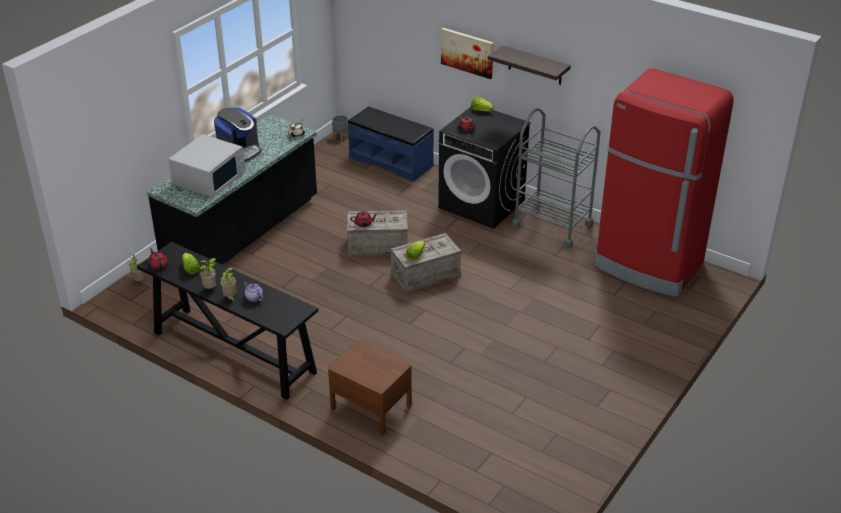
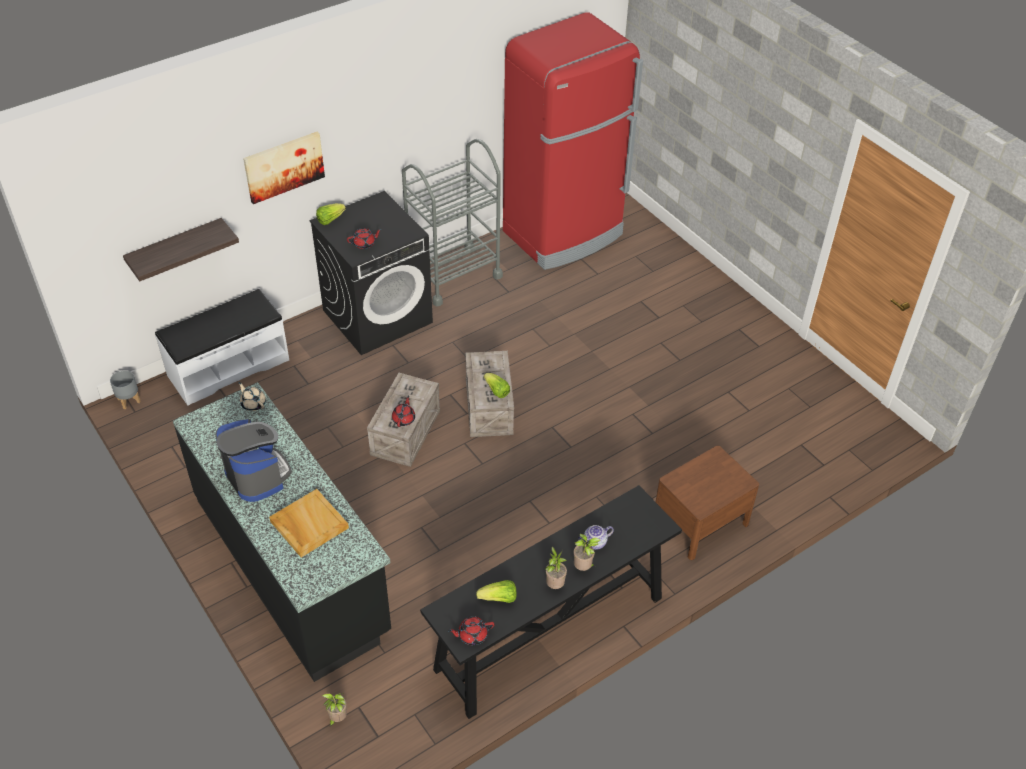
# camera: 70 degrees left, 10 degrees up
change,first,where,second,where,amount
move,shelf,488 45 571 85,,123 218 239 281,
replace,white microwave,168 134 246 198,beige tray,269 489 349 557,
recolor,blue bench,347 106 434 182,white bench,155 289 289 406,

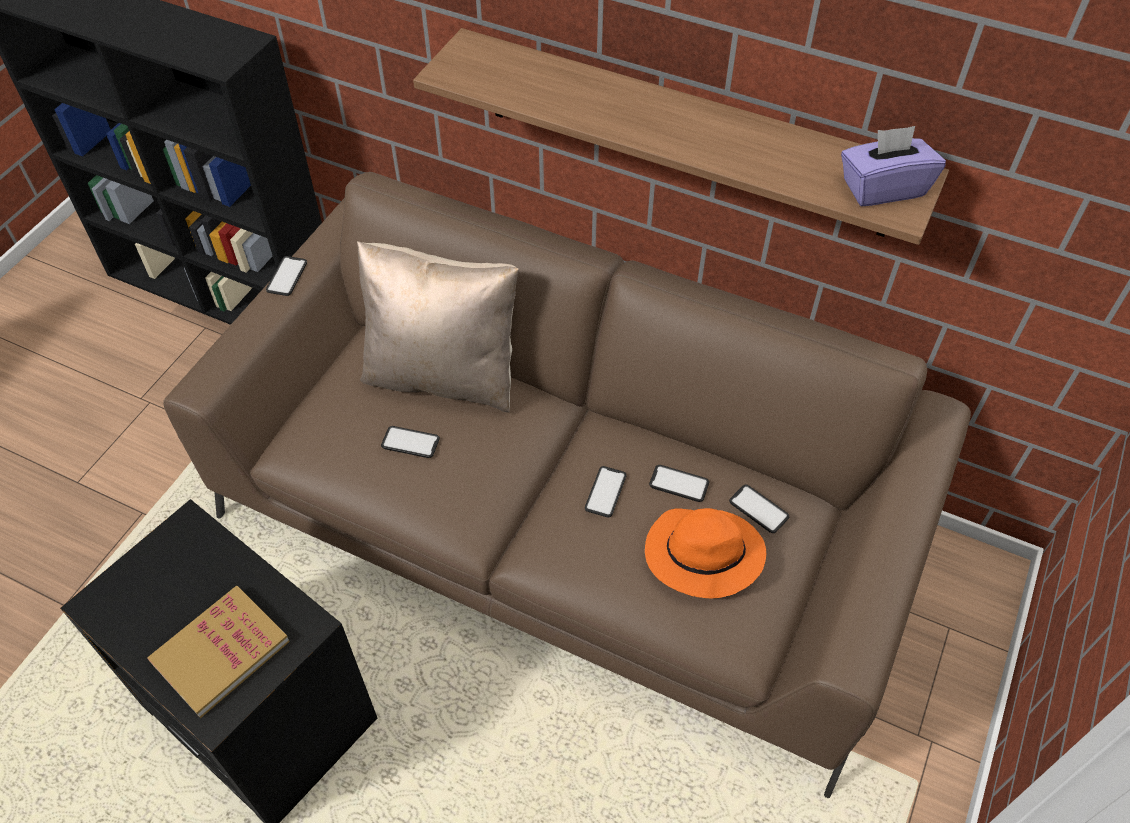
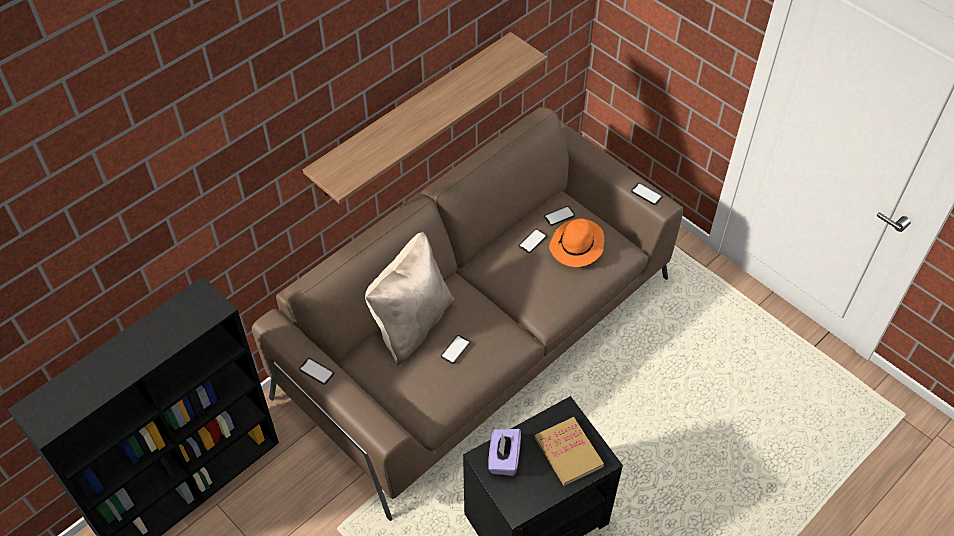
# camera: 70 degrees left, 0 degrees up
change,first,where,second,where,amount
move,phone,585 466 626 518,,631 183 663 205,
move,purple tissue box,841 126 946 206,,488 429 521 476,

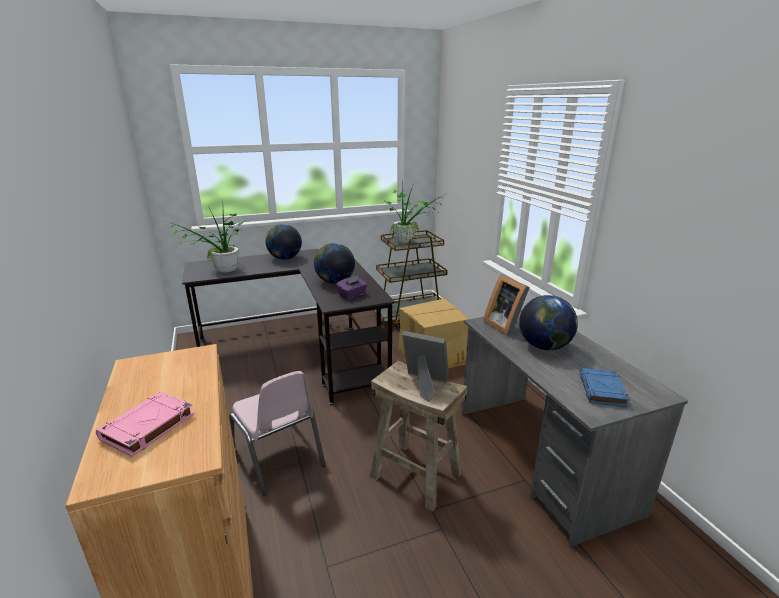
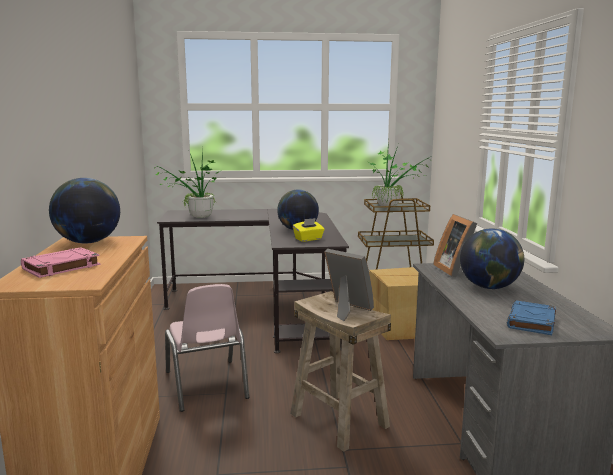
# camera: 15 degrees right, 10 degrees down
change,first,where,second,where,amount
move,globe,266 224 302 260,,49 178 120 244,
recolor,purple tissue box,336 275 367 299,yellow tissue box,293 218 325 242,

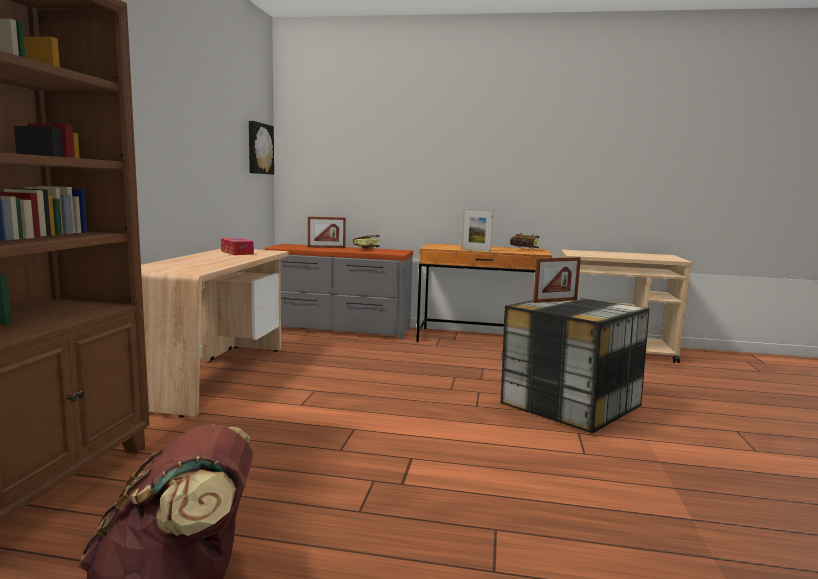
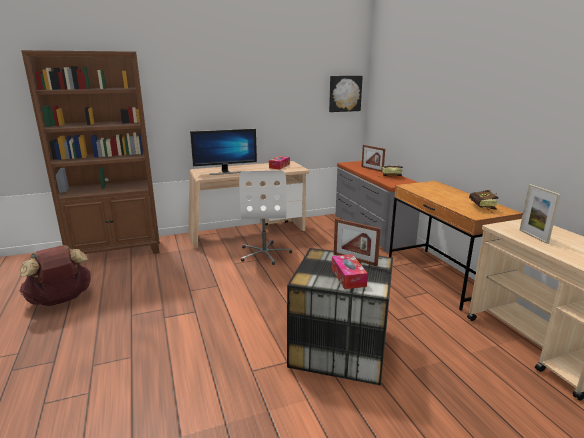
# camera: 60 degrees right, 10 degrees up
change,first,where,second,where,amount
insert,,,monitor,190 128 257 175,
insert,,,white office chair,239 170 292 265,
insert,,,tissue box,331 254 368 289,
move,picture frame,461 209 493 252,,520 184 561 244,

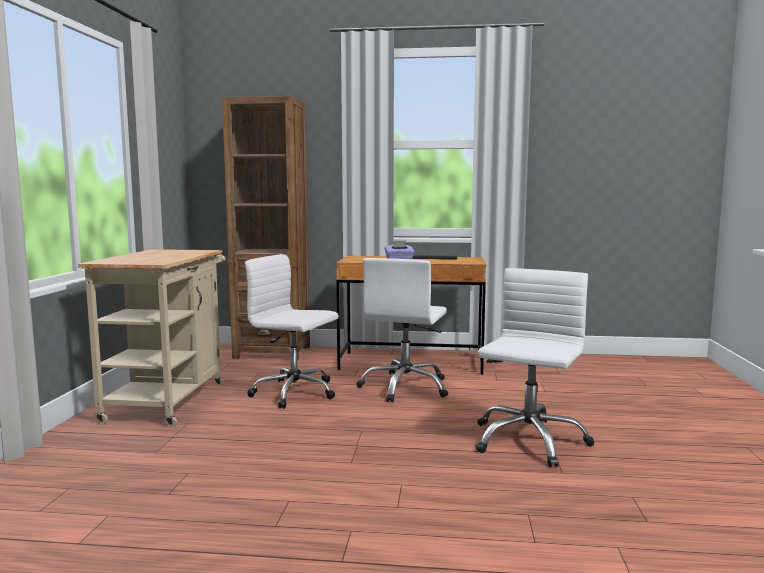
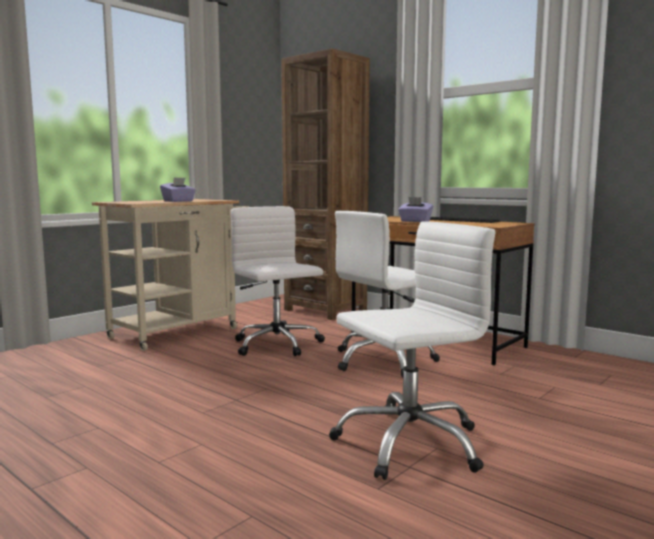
# camera: 35 degrees right, 0 degrees up
change,first,where,second,where,amount
insert,,,purple tissue box,160 177 196 202,

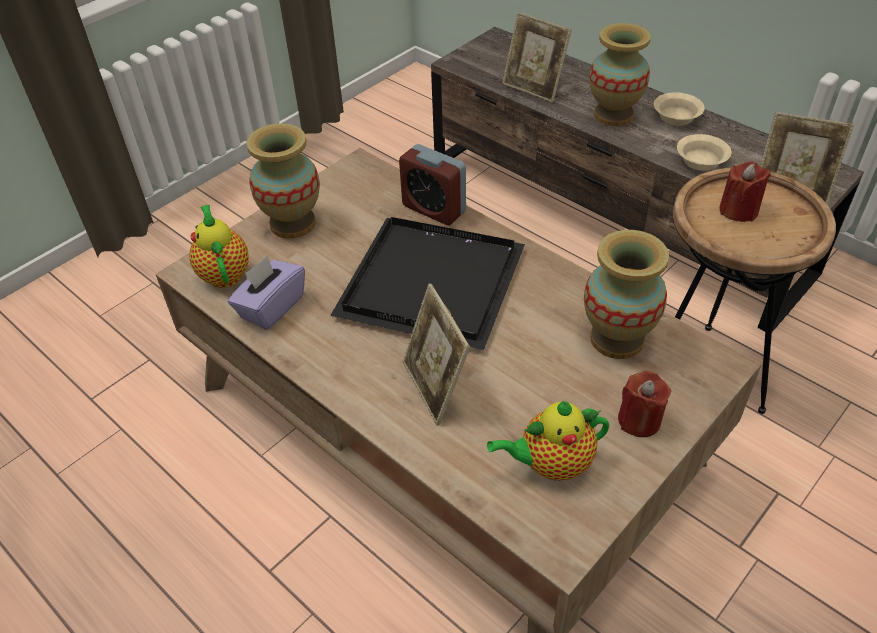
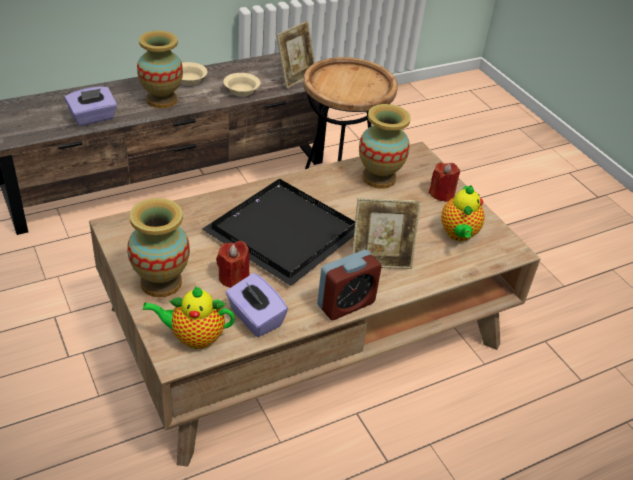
# camera: 75 degrees left, 5 degrees down
change,first,where,second,where,amount
move,alarm clock,399 144 466 225,,317 250 382 320,
move,red candle,719 161 771 222,,216 241 250 288,
replace,picture frame,502 12 572 103,purple tissue box,65 86 117 126,

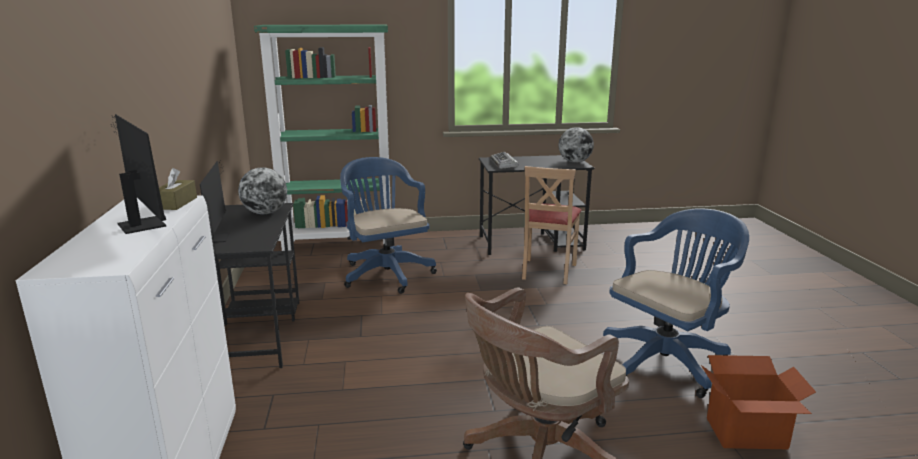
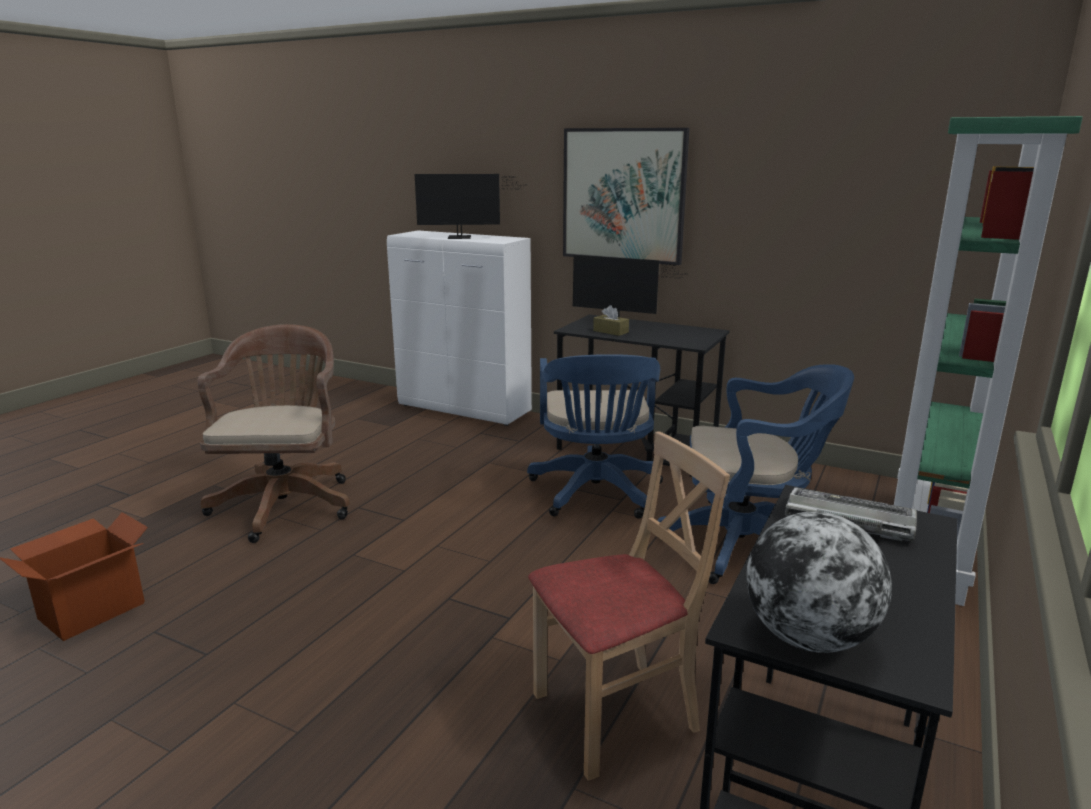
# camera: 125 degrees right, 0 degrees up
change,first,where,second,where,amount
delete,globe,238 167 287 214,,,
insert,,,picture,563 128 690 265,
move,brown tissue box,159 168 197 210,,593 305 629 336,
move,blue office chair,603 208 749 398,,527 354 663 519,
rotate,beige chair,522 166 581 284,,528 432 730 781,105 degrees clockwise

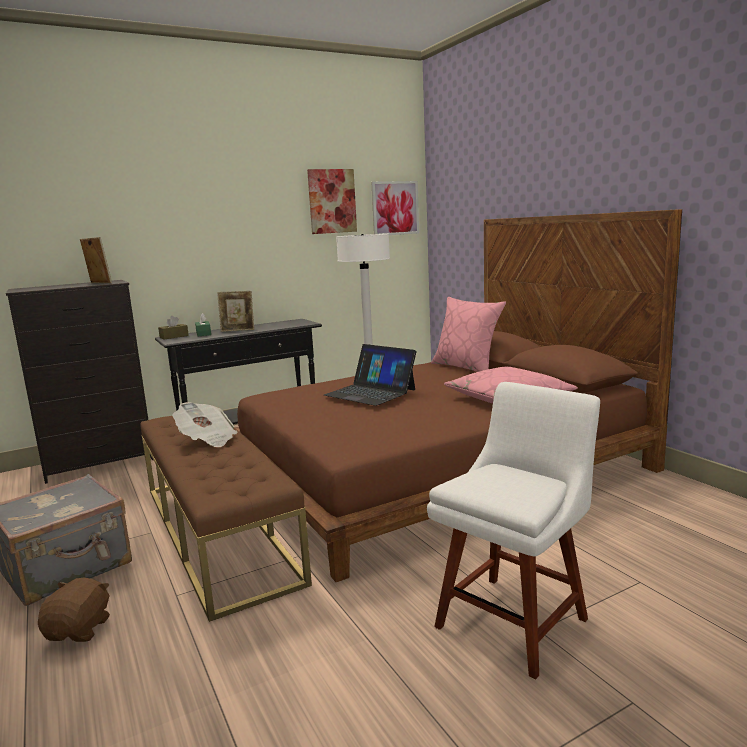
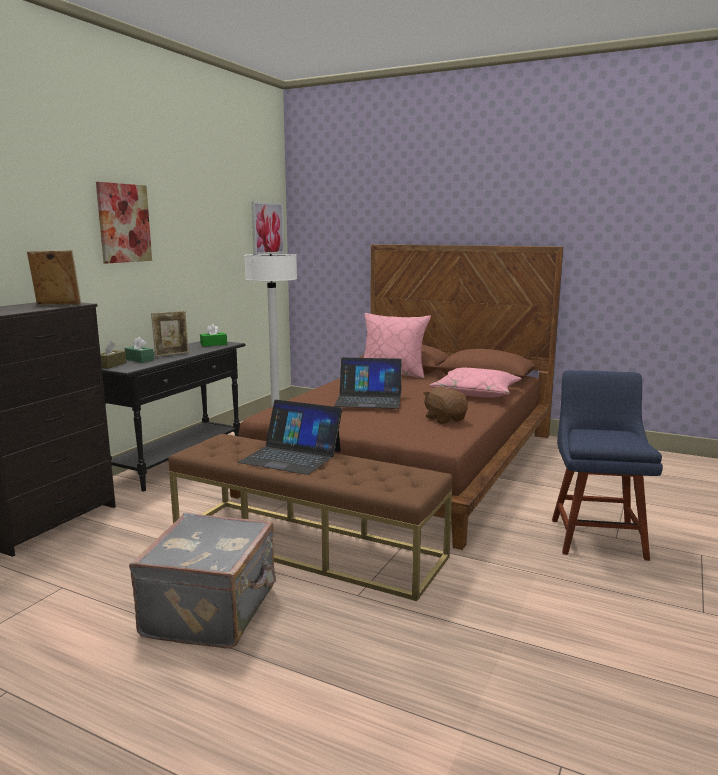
# camera: 35 degrees left, 0 degrees up
change,first,where,second,where,amount
insert,,,green tissue box,200 324 227 347,
move,brown plush toy,38 578 110 642,,423 387 468 424,
move,picture,307 169 357 234,,96 182 152 263,
replace,newspaper,172 402 237 447,laptop,238 400 342 475,
recolor,white chair,427 382 600 680,blue chair,552 370 663 561,

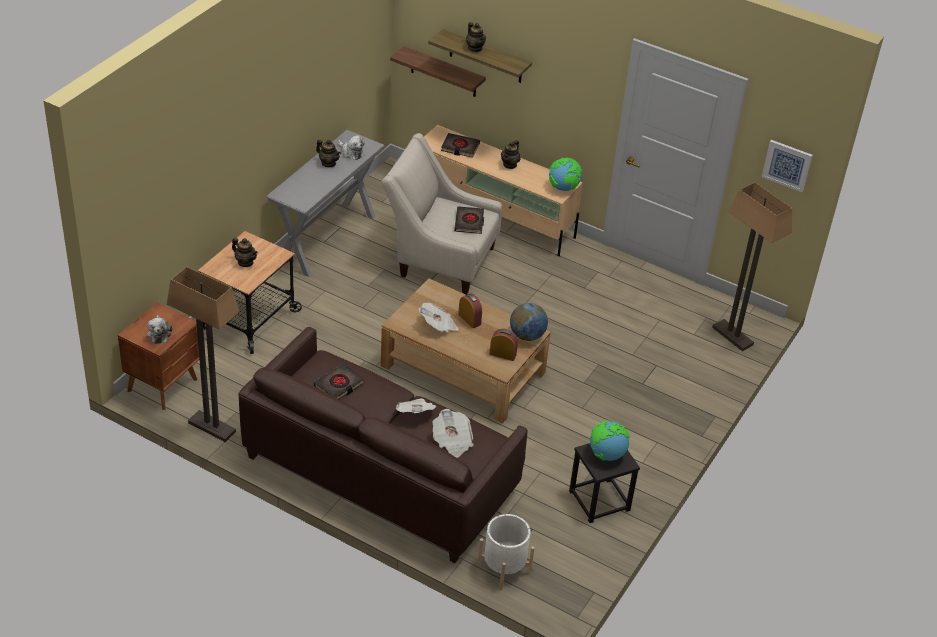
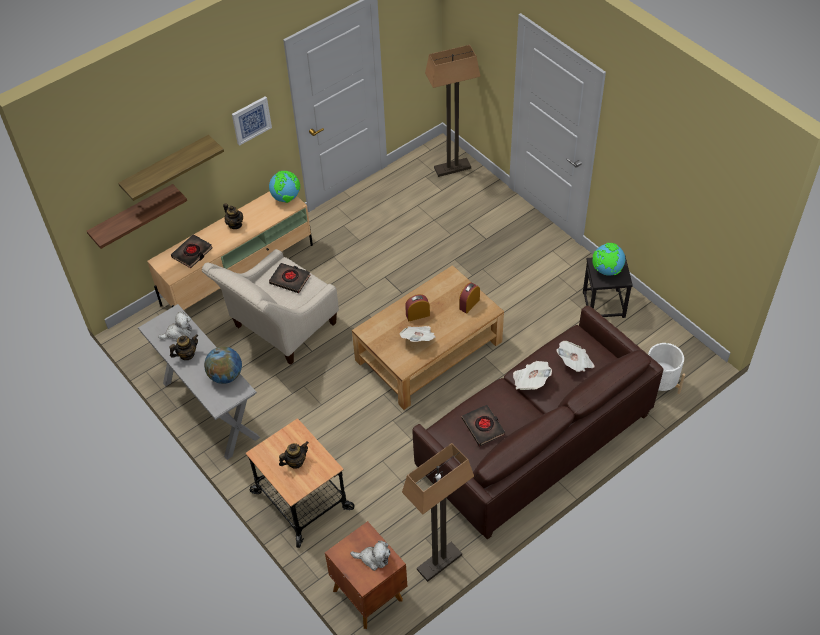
# camera: 65 degrees left, 10 degrees up
change,first,where,second,where,amount
delete,teapot,466 22 486 52,,,
move,globe,510 303 548 341,,204 346 242 384,
move,picture,762 140 813 192,,232 96 272 146,

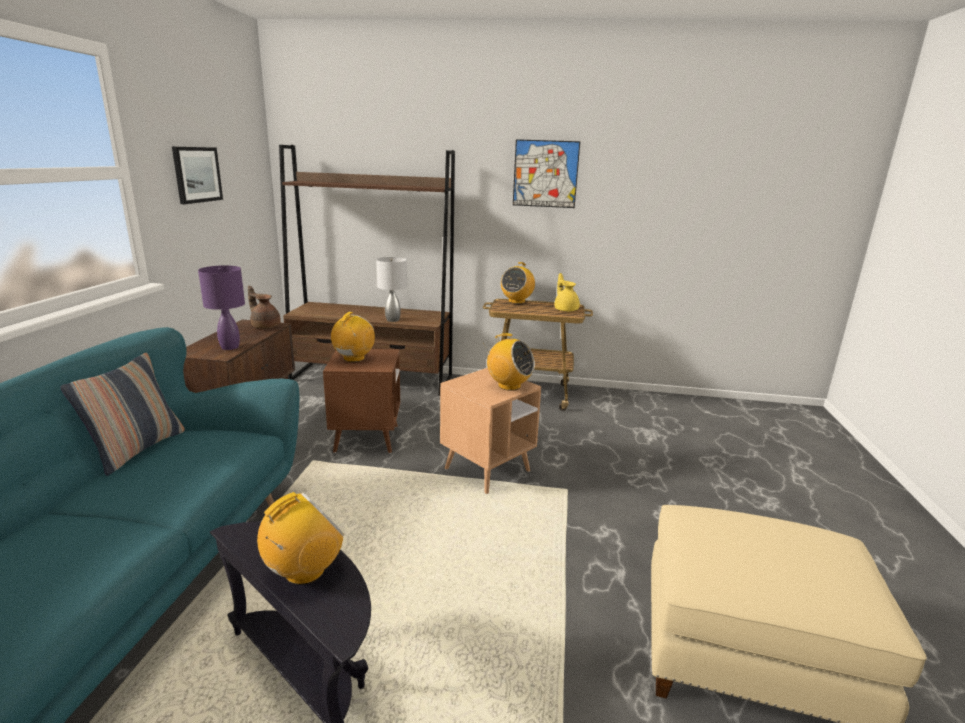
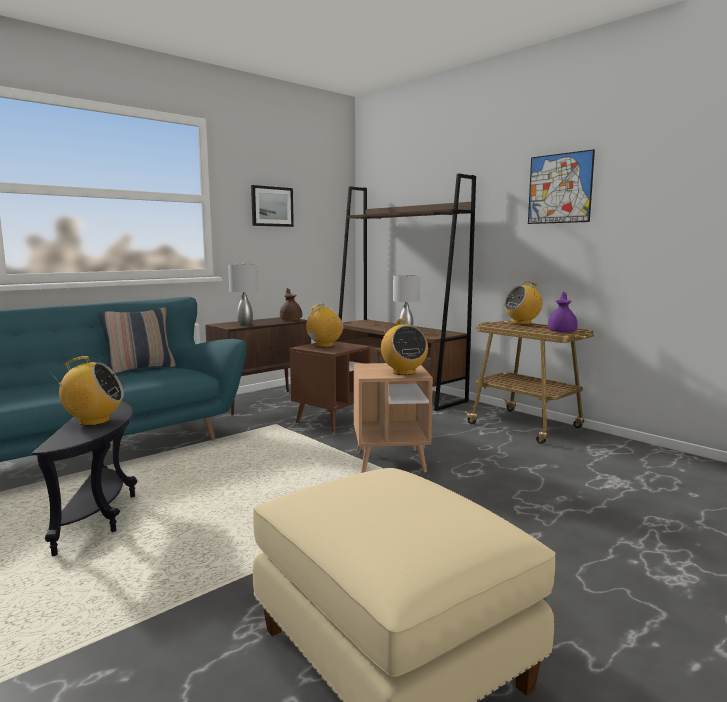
# camera: 40 degrees right, 10 degrees down
change,first,where,second,where,amount
recolor,purple table lamp,198 265 245 350,grey table lamp,228 263 259 326,
recolor,yellow teapot,554 273 580 312,purple teapot,548 292 578 332,

